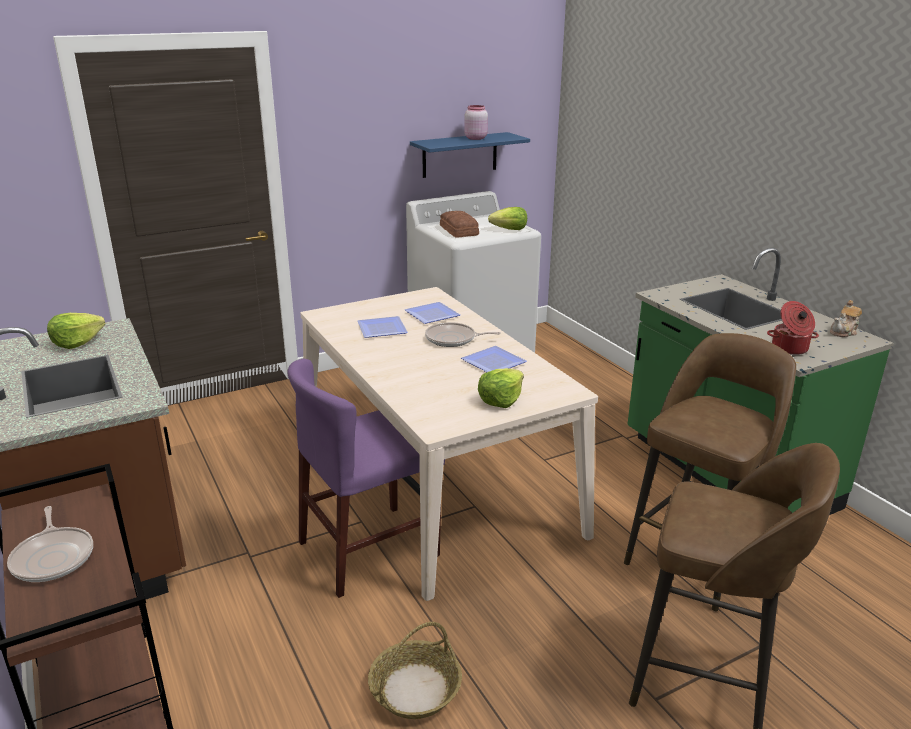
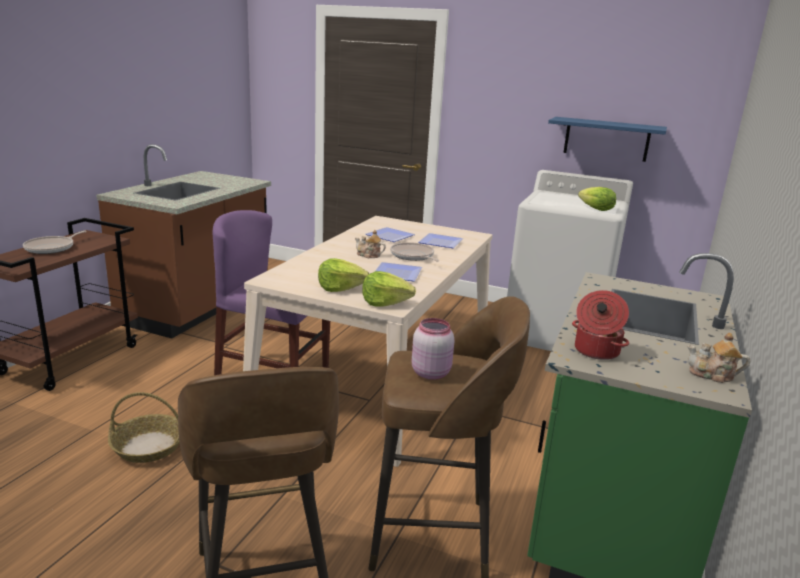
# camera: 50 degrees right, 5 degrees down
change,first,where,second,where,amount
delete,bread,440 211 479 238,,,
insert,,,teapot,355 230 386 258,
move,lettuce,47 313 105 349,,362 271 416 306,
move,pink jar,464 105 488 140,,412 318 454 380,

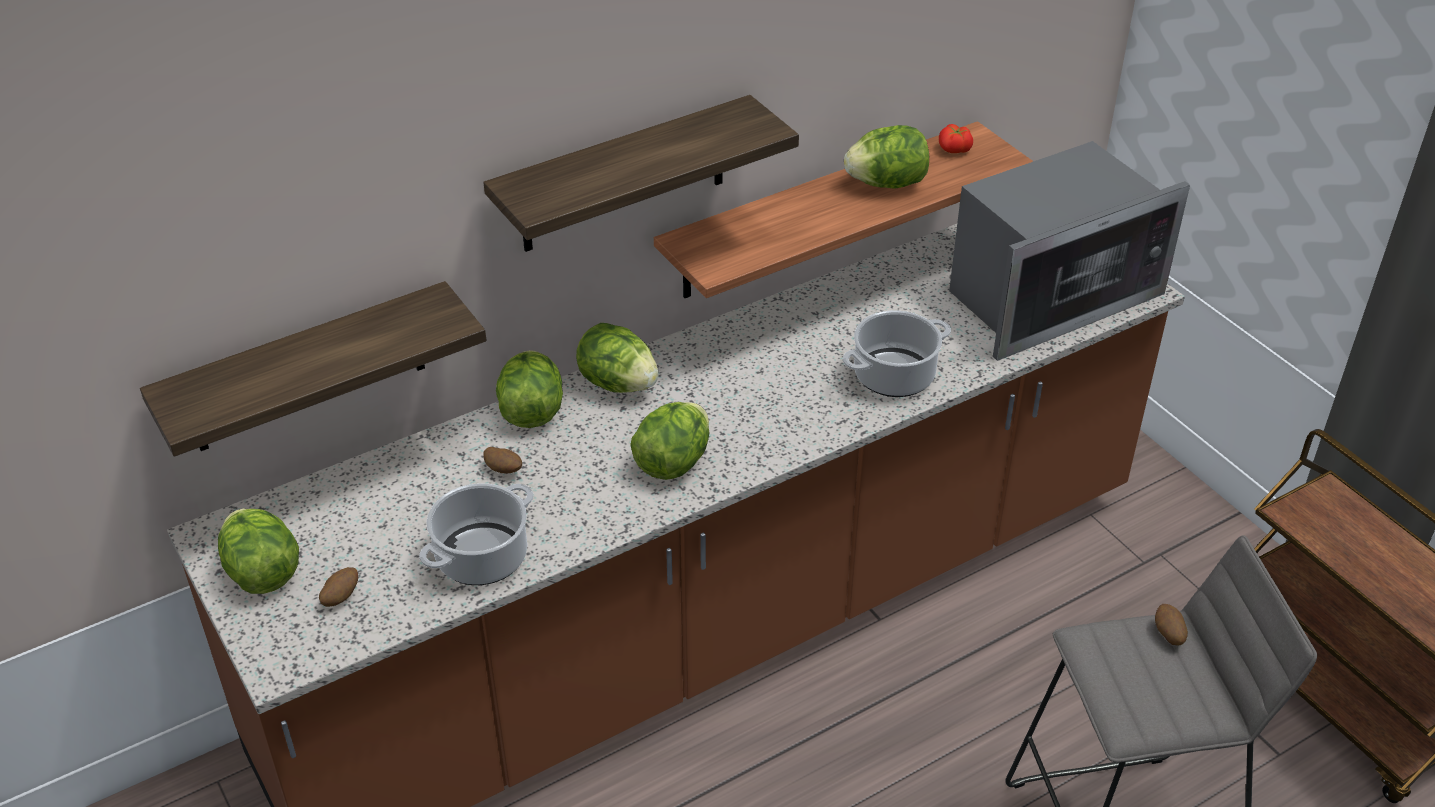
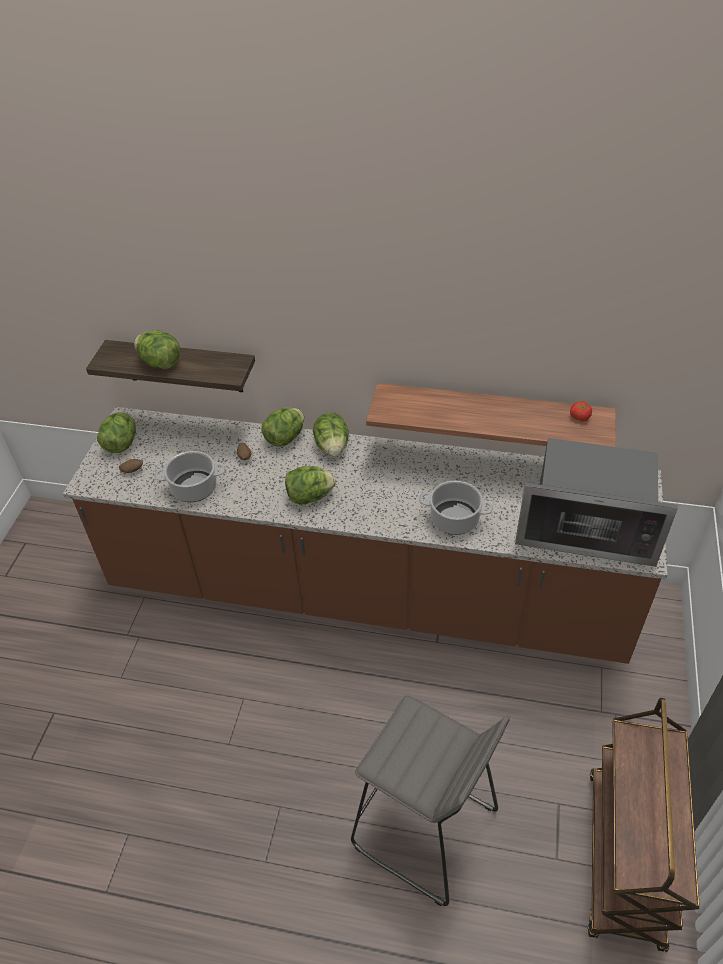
# camera: 45 degrees right, 5 degrees up
change,first,where,second,where,amount
delete,shelf,483 95 799 252,,,
delete,potato,1155 604 1188 646,,,
move,lettuce,844 125 929 188,,134 330 180 369,

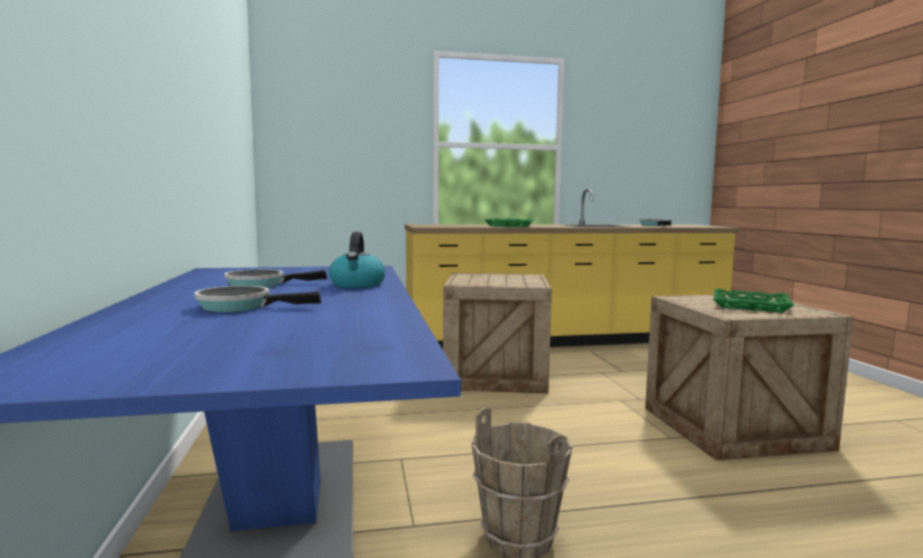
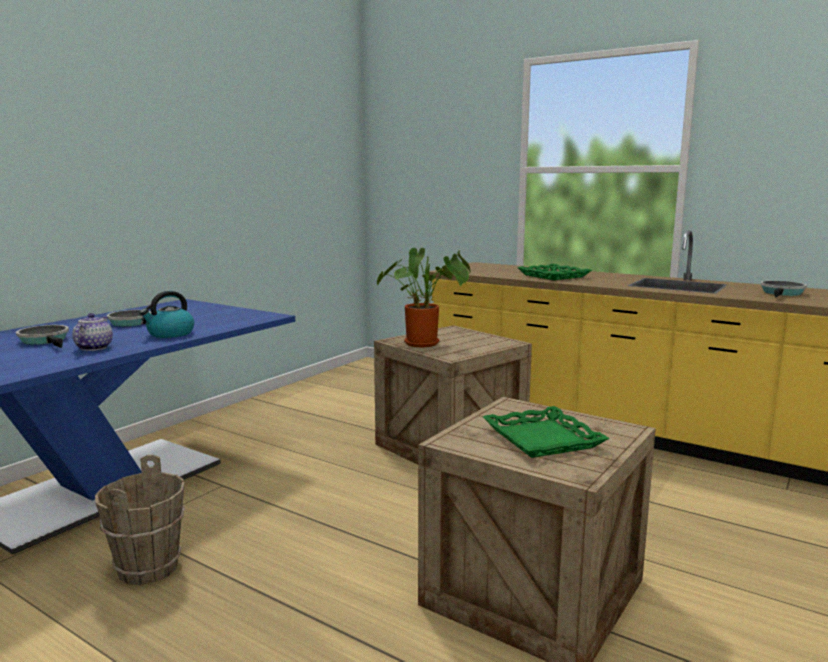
# camera: 45 degrees right, 5 degrees up
change,first,where,second,where,amount
insert,,,teapot,72 313 113 351,
insert,,,potted plant,377 248 470 347,

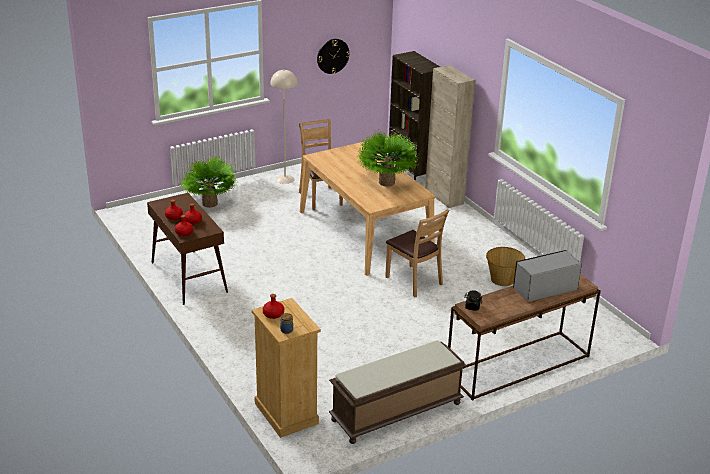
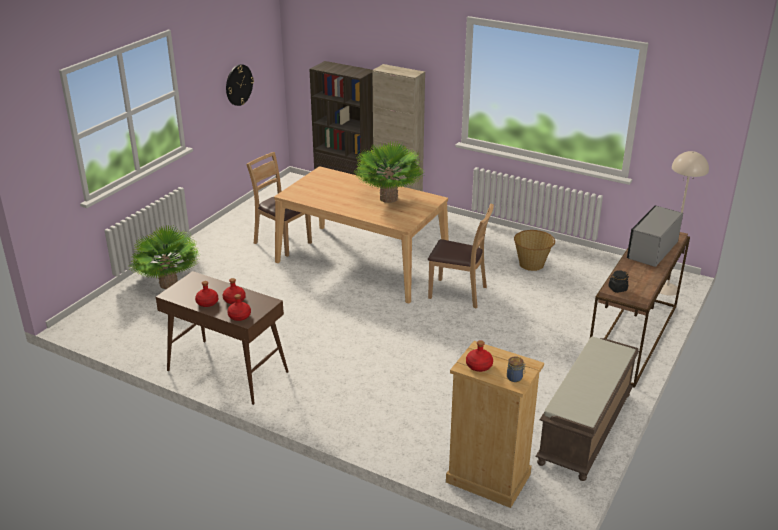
# camera: 30 degrees left, 0 degrees up
change,first,where,second,where,amount
move,beige floor lamp,270 70 298 184,,660 151 709 296,

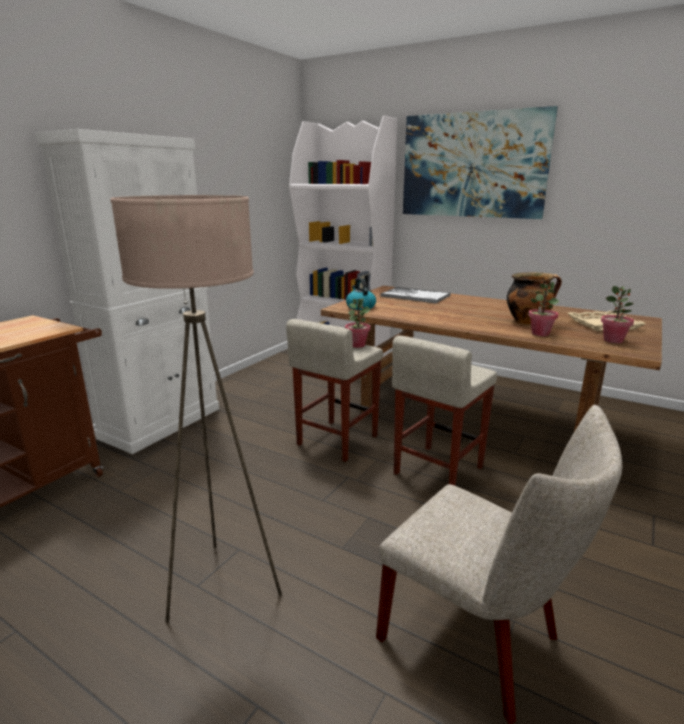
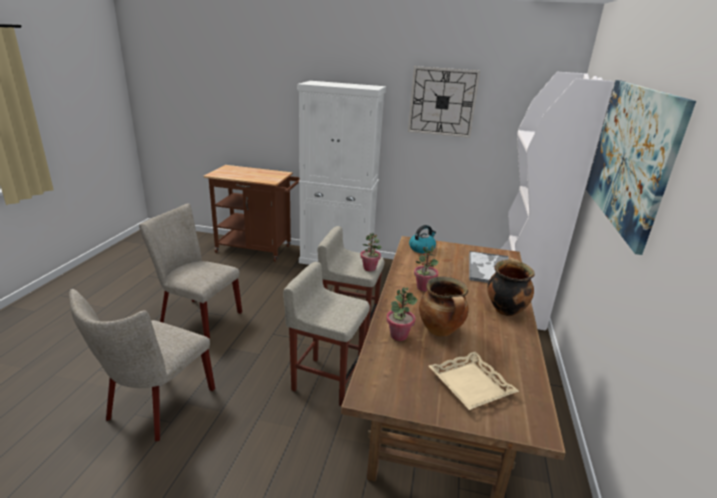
# camera: 70 degrees right, 5 degrees up
change,first,where,second,where,amount
insert,,,wall clock,408 66 480 138,
insert,,,cooking pot,488 258 534 316,
move,potted plant,601 286 634 343,,414 245 438 292,
replace,beige floor lamp,110 195 282 623,beige chair,139 203 242 339,

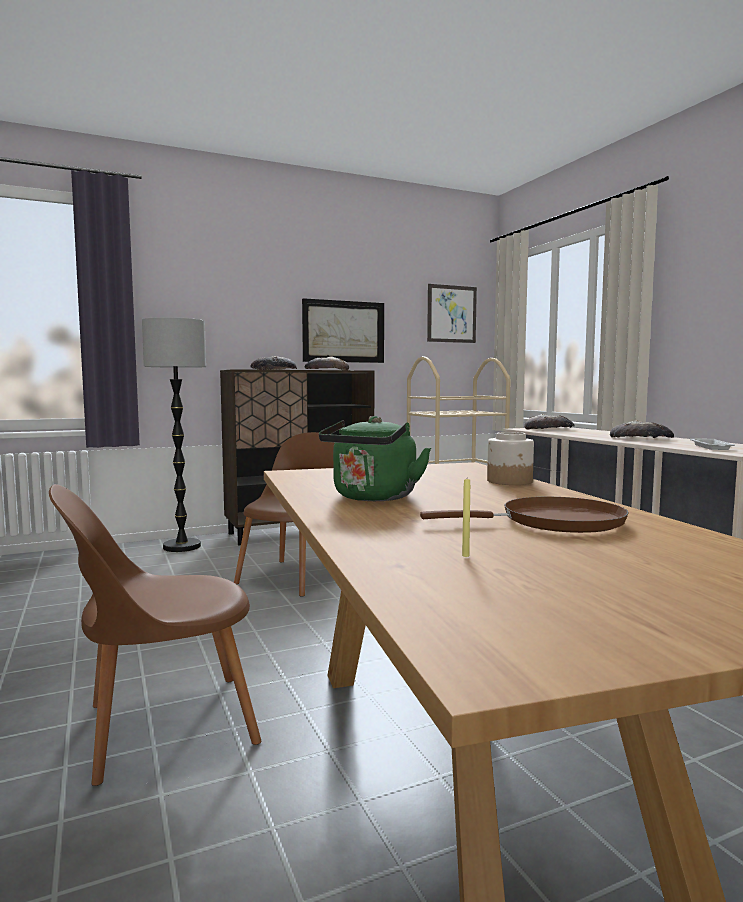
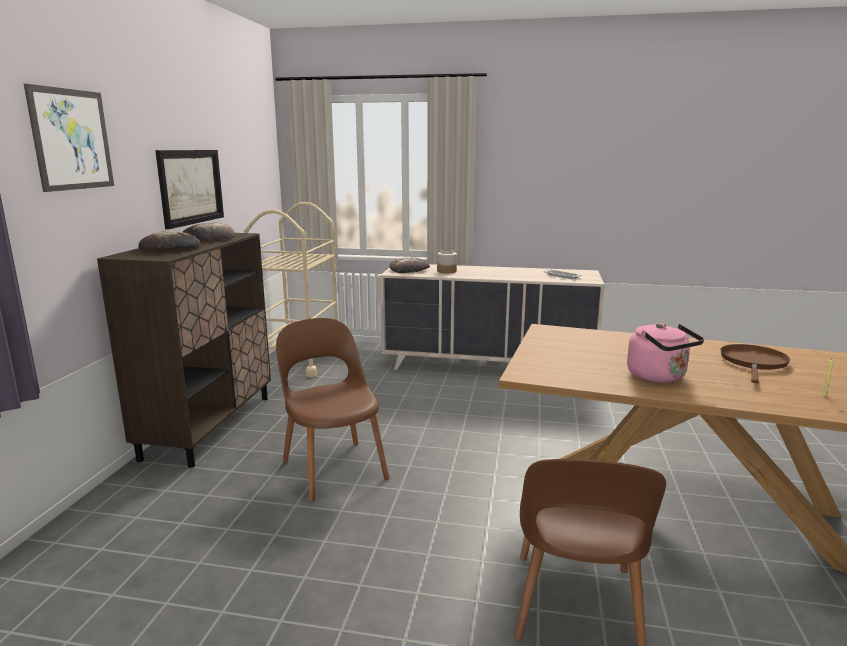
# camera: 55 degrees left, 10 degrees up
change,first,where,second,where,amount
delete,floor lamp,142 317 206 552,,,
delete,bread,610 420 674 438,,,
move,picture,427 284 477 343,,24 84 114 192,
move,jar,487 432 534 485,,437 249 457 274,
recolor,green kettle,319 416 431 501,pink kettle,627 323 704 383,

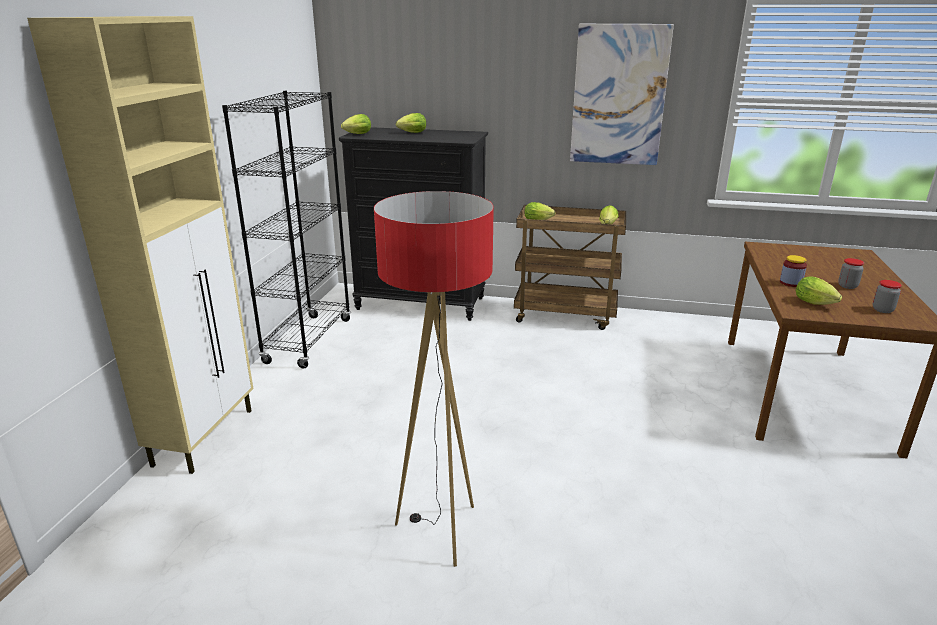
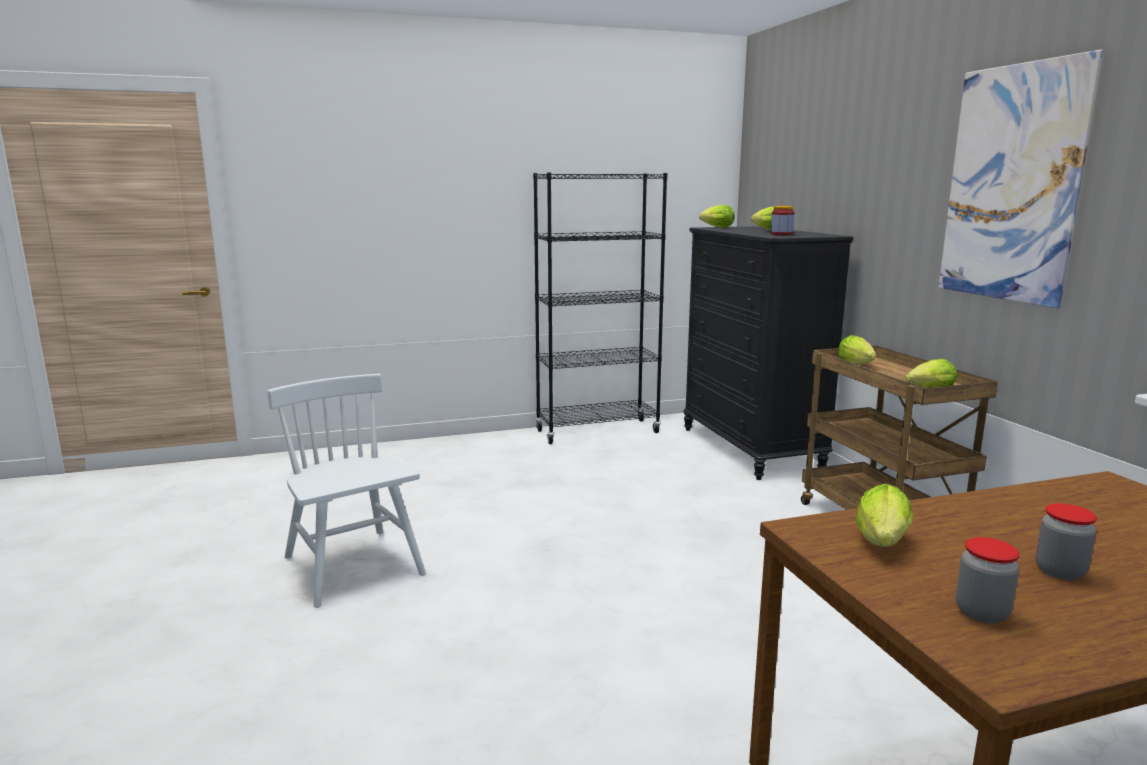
# camera: 60 degrees right, 10 degrees down
change,first,where,second,where,amount
delete,beige cabinet,27 16 253 474,,,
move,jar,780 255 807 287,,770 206 794 235,
replace,floor lamp,374 191 494 567,white chair,267 374 426 608,

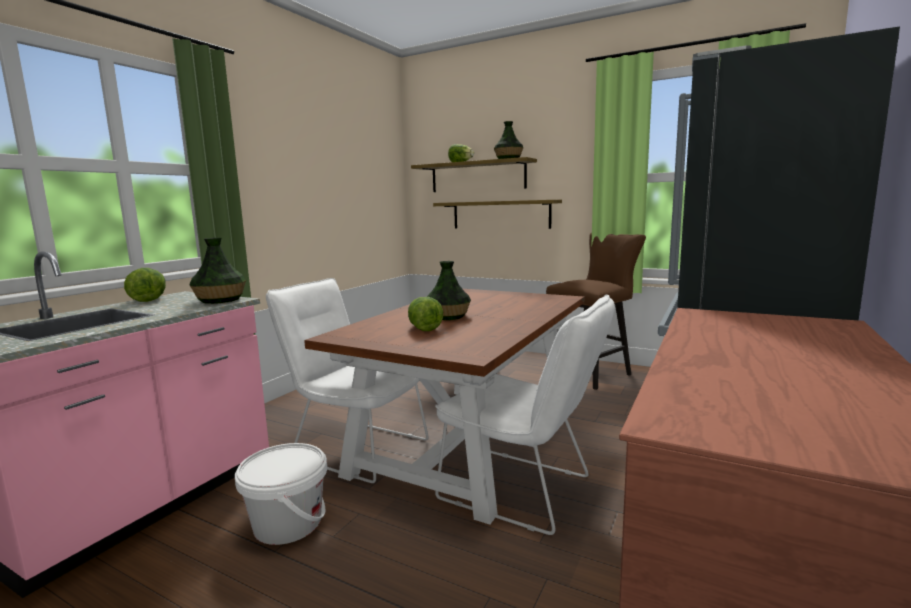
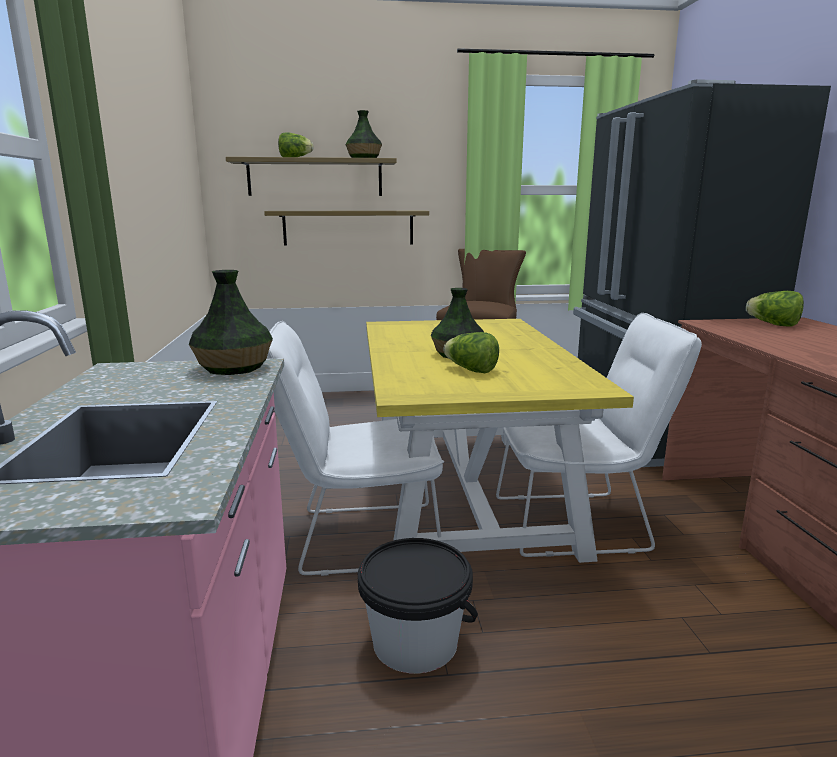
# camera: 35 degrees left, 5 degrees up
change,first,where,second,where,amount
move,lettuce,124 268 166 302,,746 291 804 327,
recolor,white bucket,235 443 327 545,black bucket,358 538 478 674,
recolor,brown dining table,304 289 584 525,yellow dining table,366 319 634 563,

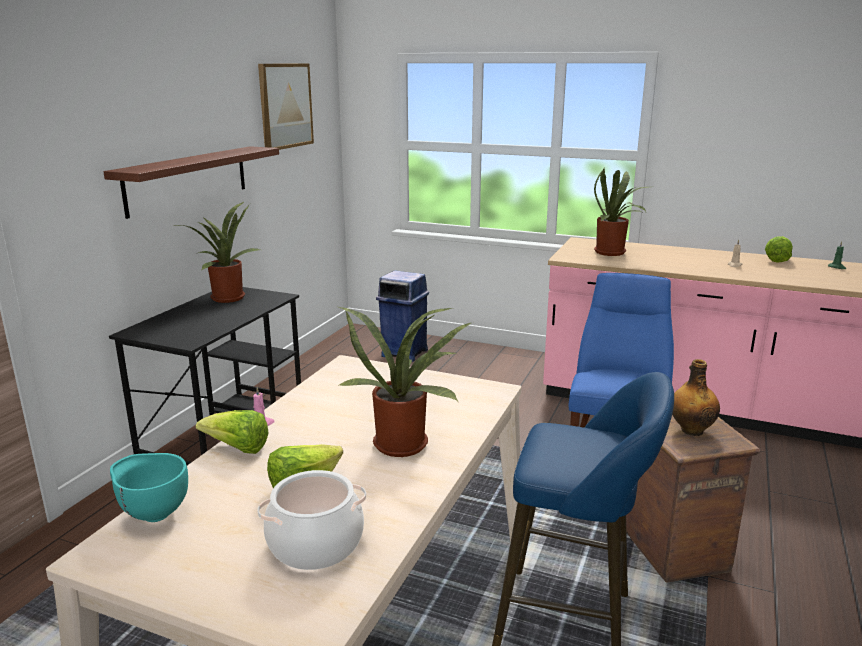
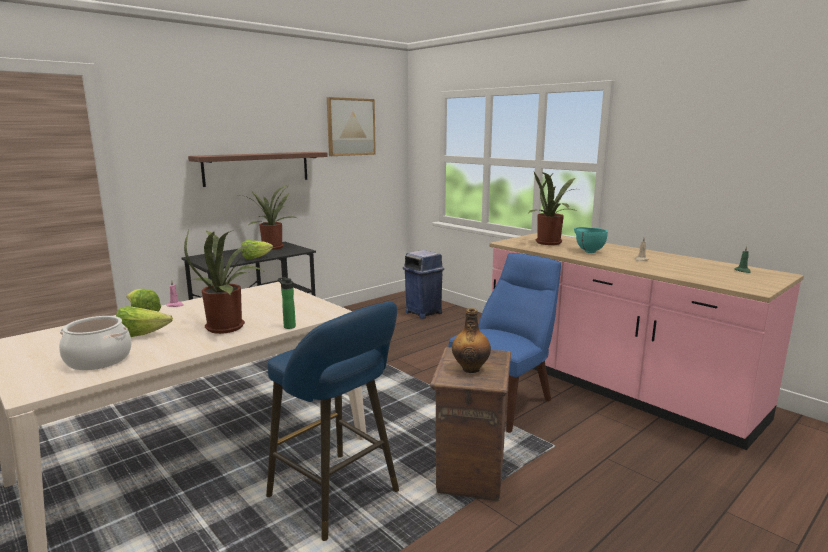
# camera: 25 degrees right, 5 degrees down
change,first,where,second,where,amount
insert,,,bottle,278 277 296 329,
move,turquoise bowl,110 453 188 522,,574 227 608 253,
move,lettuce,765 236 793 262,,241 240 273 259,

